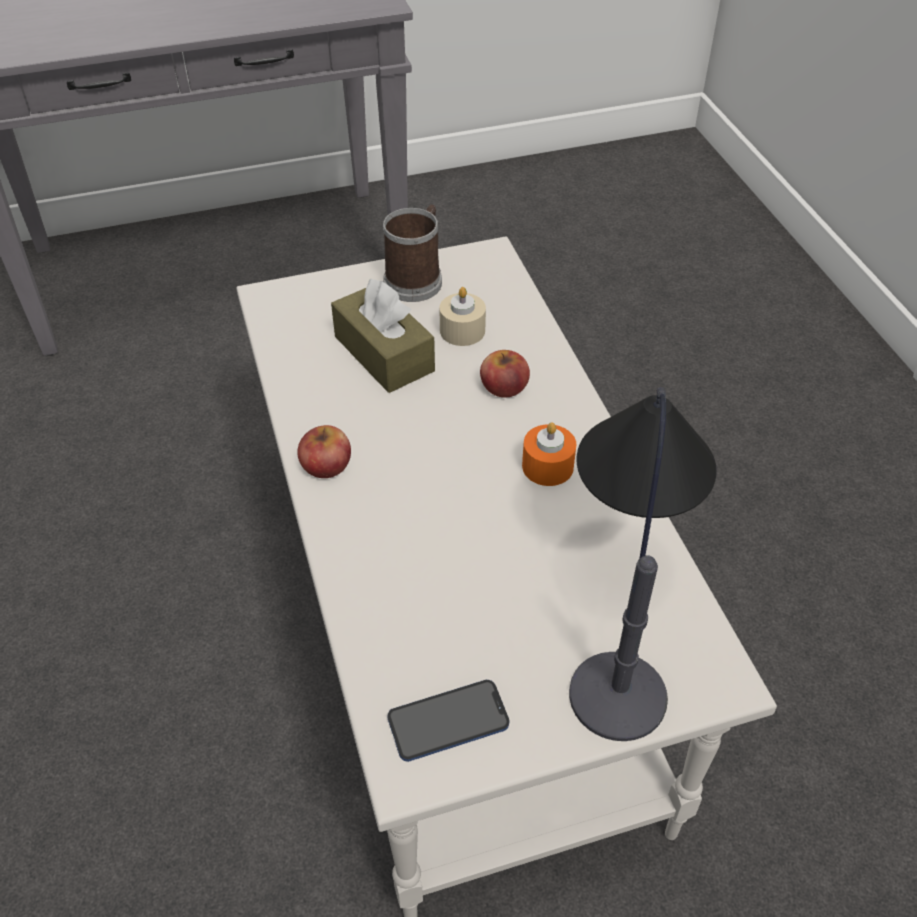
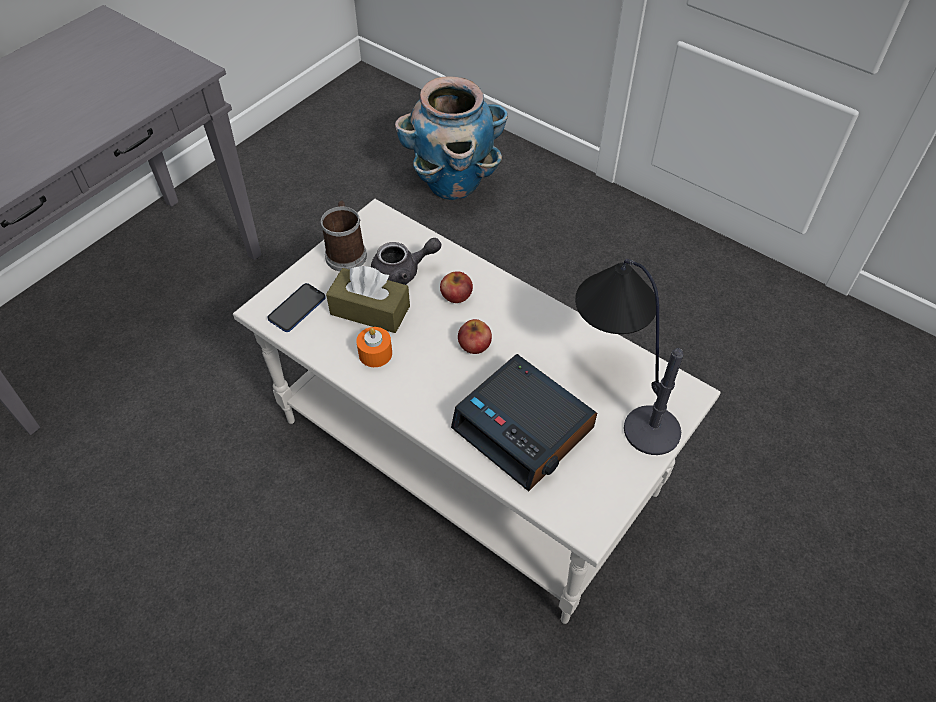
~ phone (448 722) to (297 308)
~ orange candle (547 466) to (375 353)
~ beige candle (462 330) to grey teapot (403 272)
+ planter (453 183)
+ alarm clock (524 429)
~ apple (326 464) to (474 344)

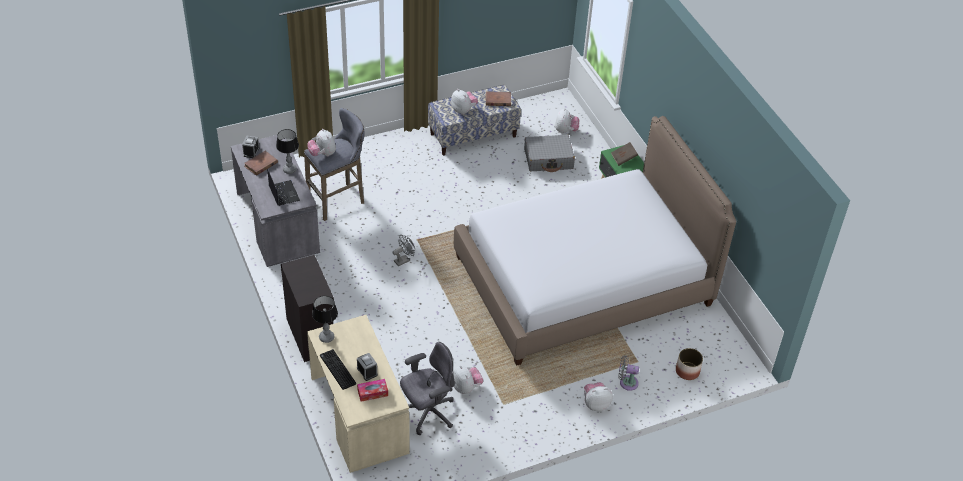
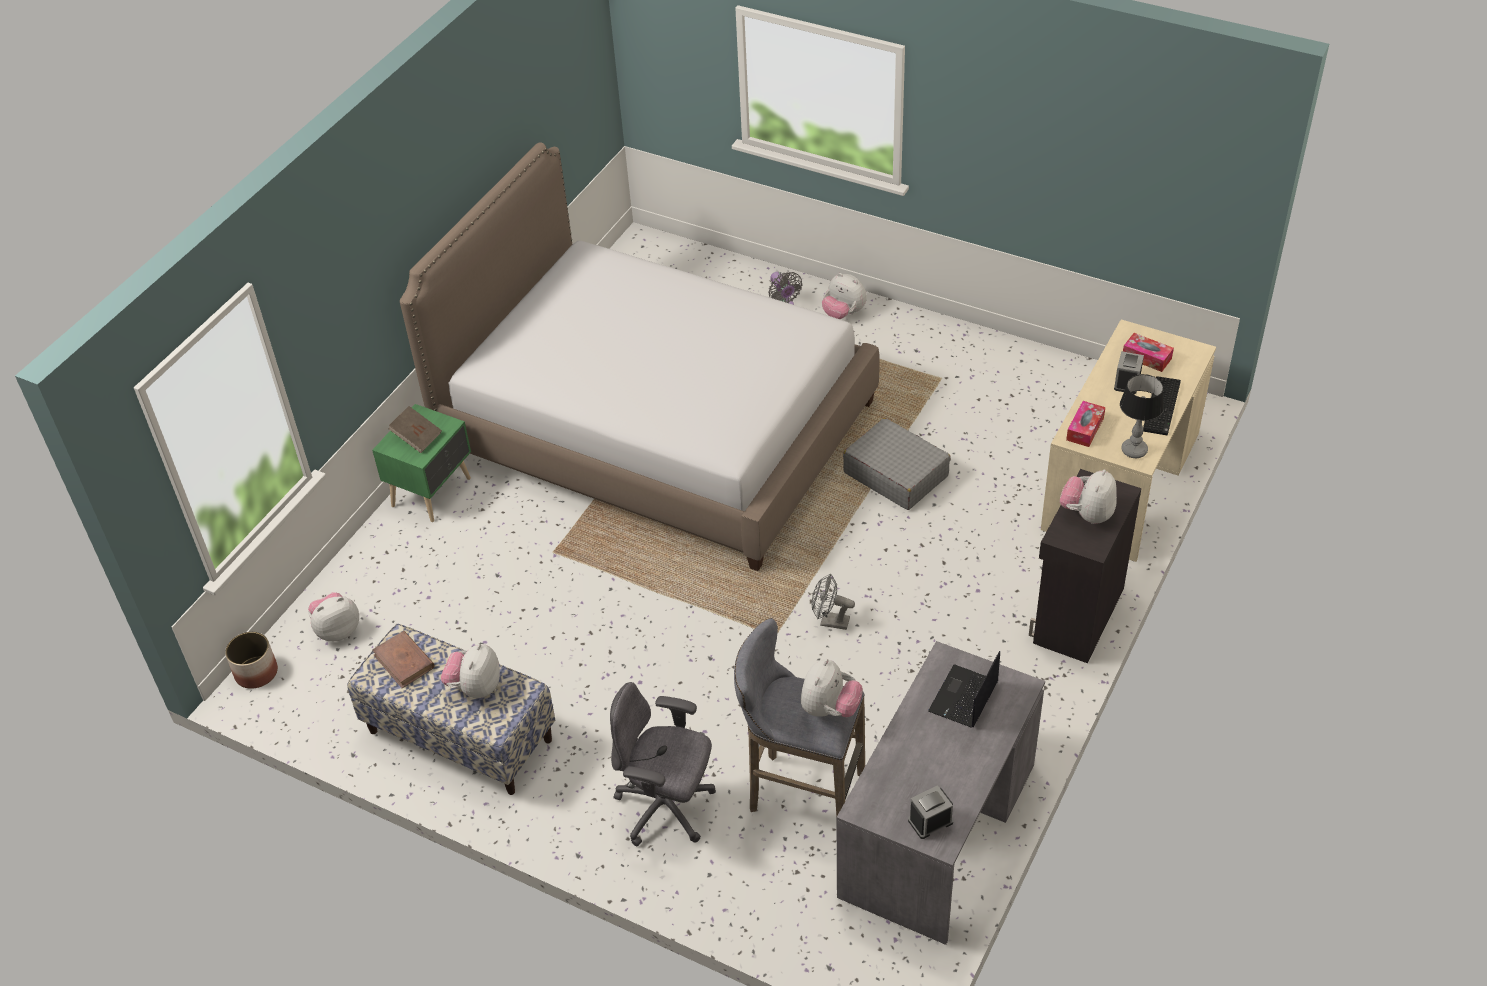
~ planter (687 371) to (256 672)
~ grey office chair (427 413) to (666 808)
~ grey suitcase (548 159) to (895 474)
~ plush toy (466 387) to (1087 514)
+ tissue box (1085 429)
- brown book (261 164)
- table lamp (289 169)

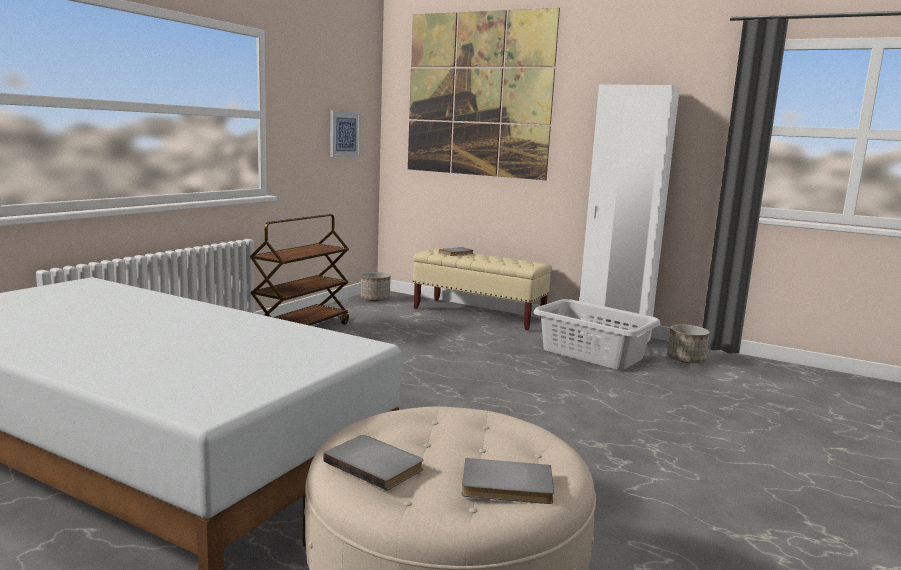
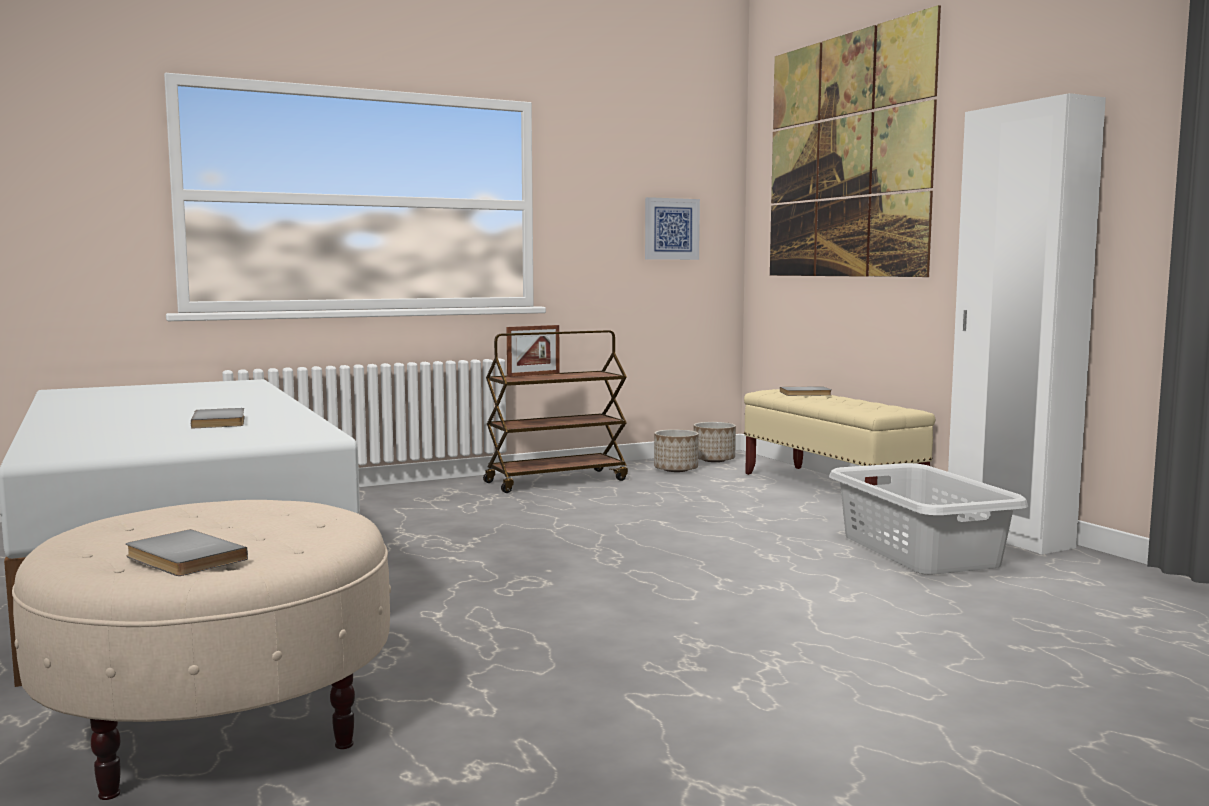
~ grey book (376 464) to (221 421)
+ picture frame (533 375)
~ planter (686 359) to (676 469)

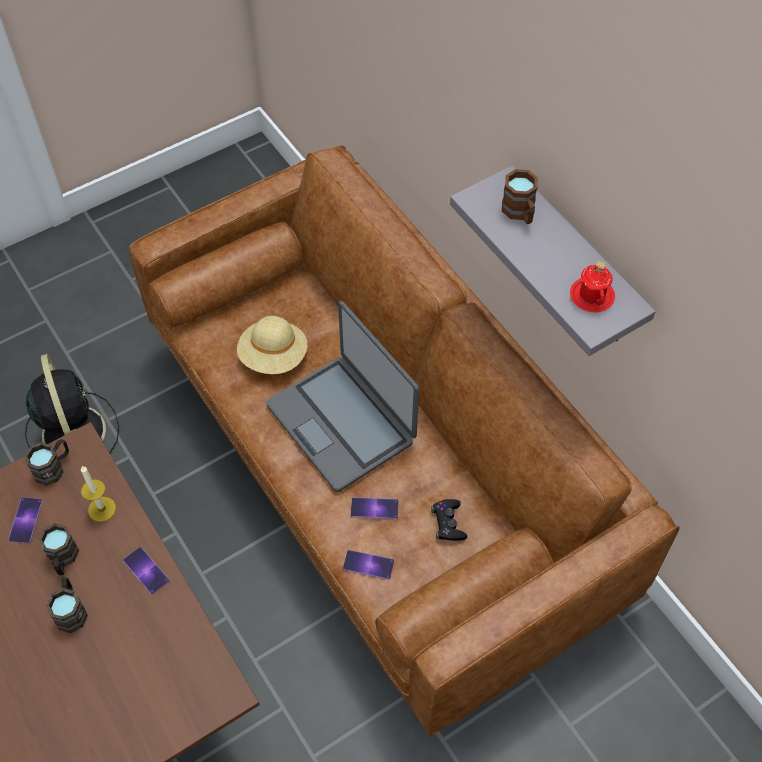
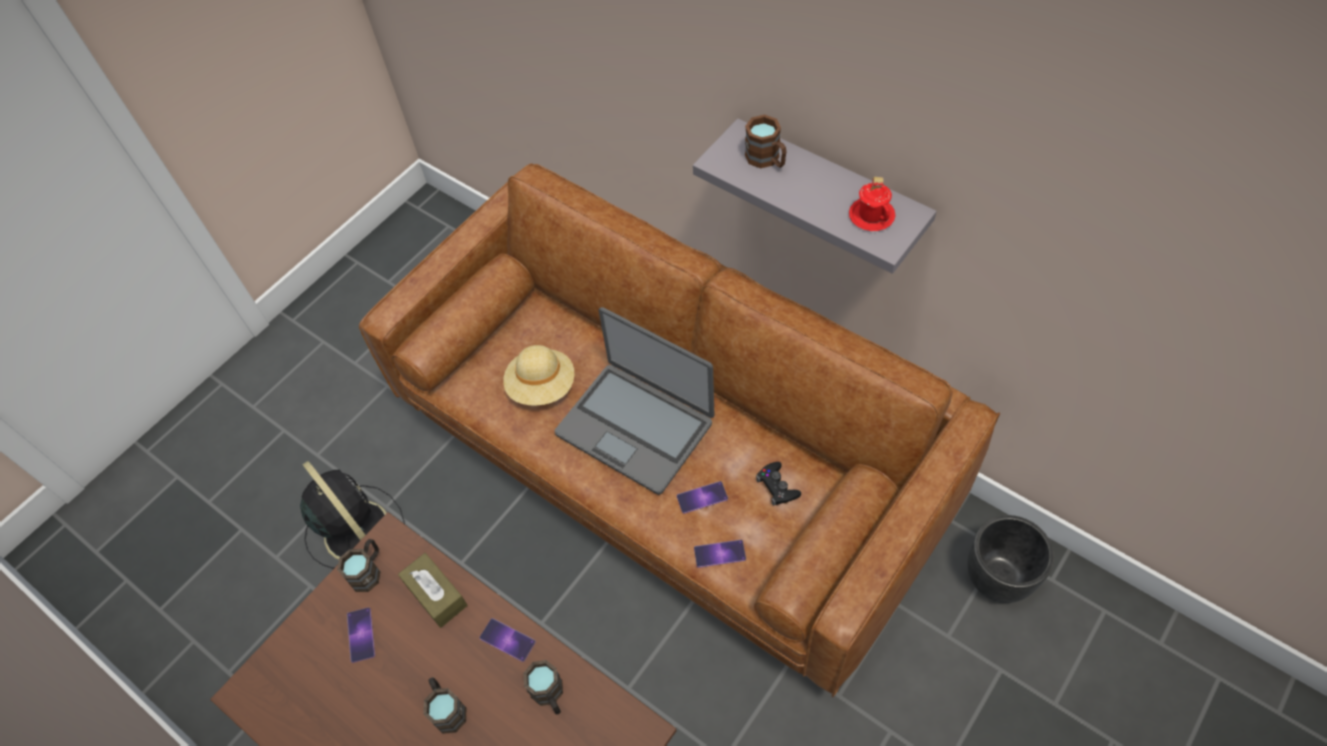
~ candle (102 509) to brown tissue box (436 595)
~ brown mug (63 559) to (549 695)
+ black planter (996 577)

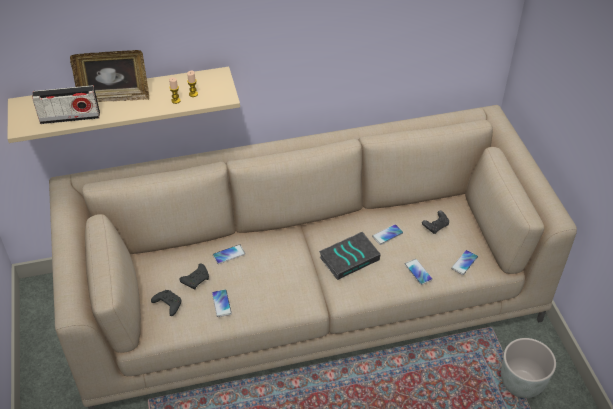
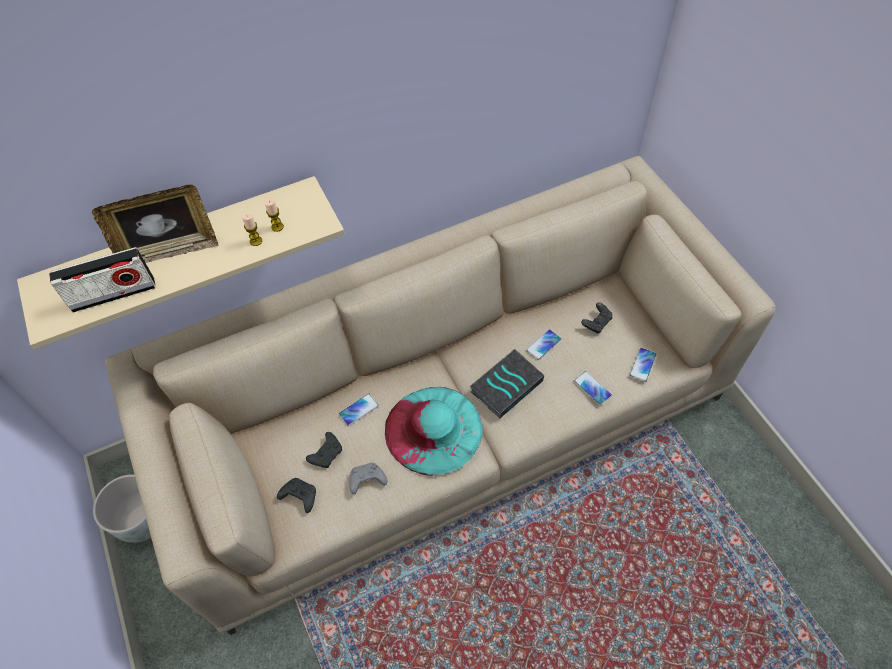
~ grey planter (521 384) to (143 522)
~ phone (221 303) to grey game controller (366 480)
+ turquoise hat (433 429)

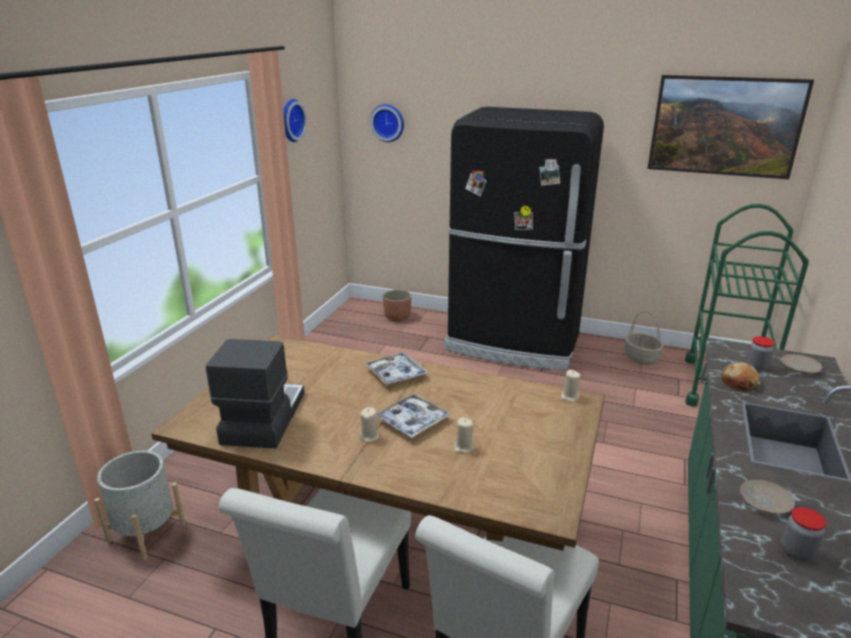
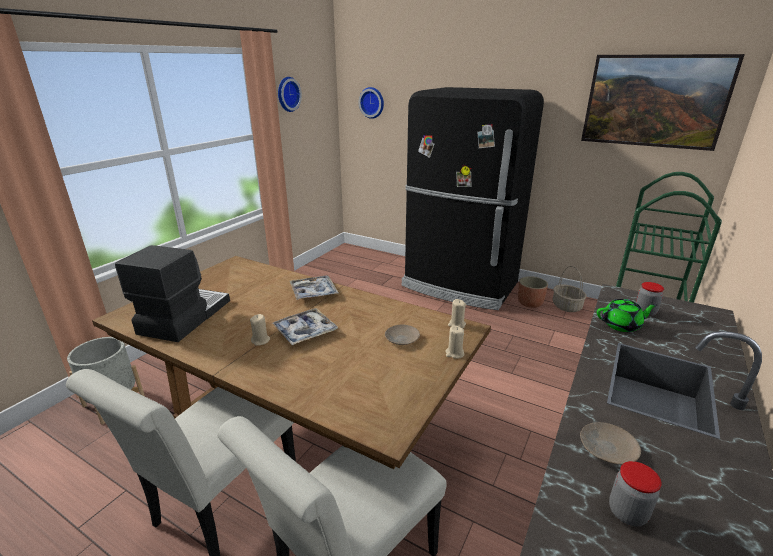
~ beige plate (800 368) to (402 339)
~ beige candle (463 447) to (454 353)
~ planter (397 317) to (530 303)
~ bread (739 383) to green teapot (621 325)

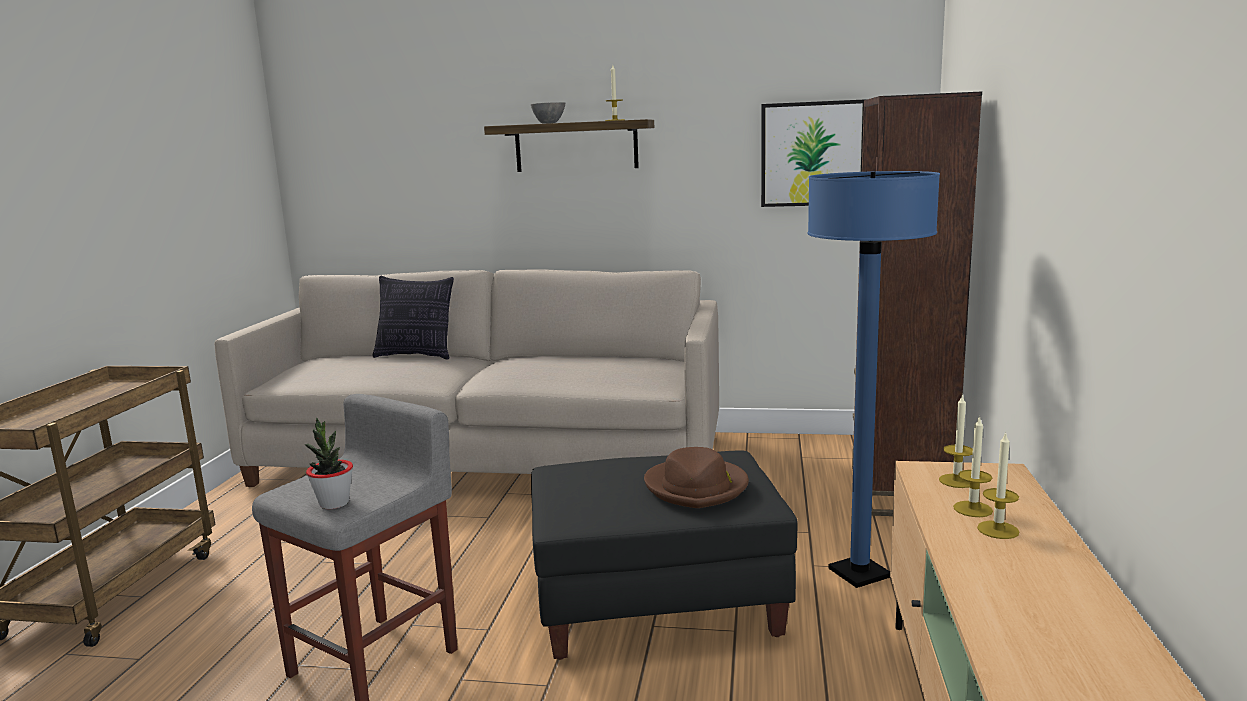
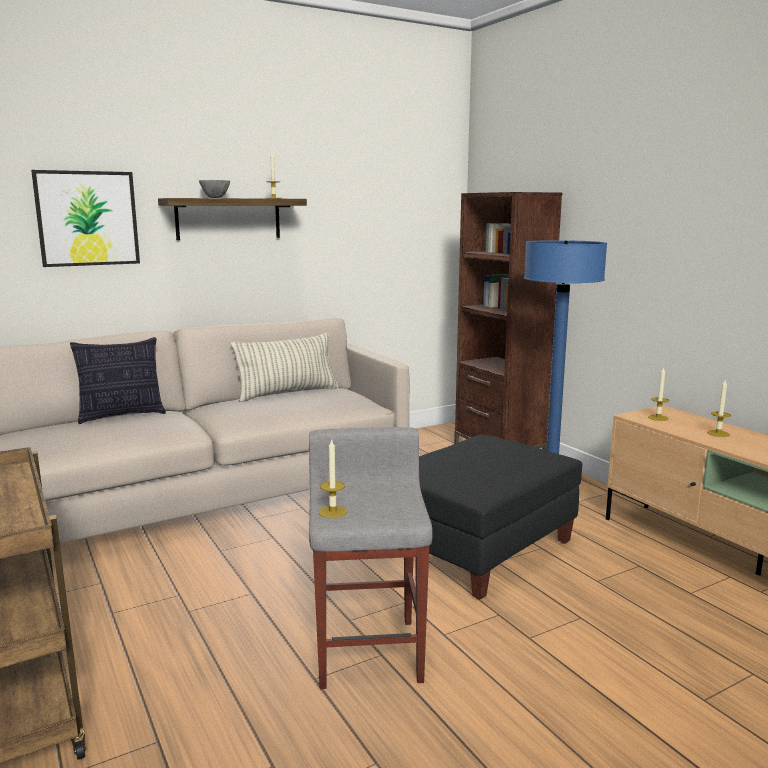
~ picture (812 154) to (87 218)
+ pillow (287 393)
~ candle (972 509) to (332 512)
- potted plant (334 503)
- brown hat (697 487)

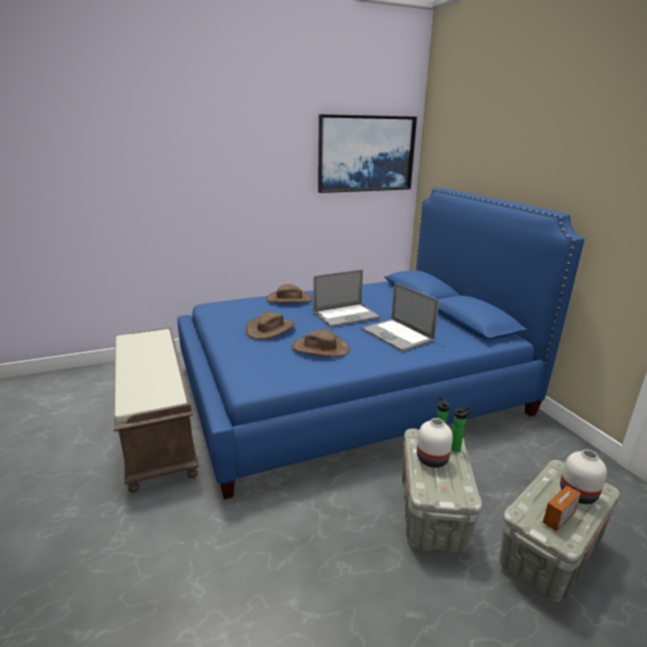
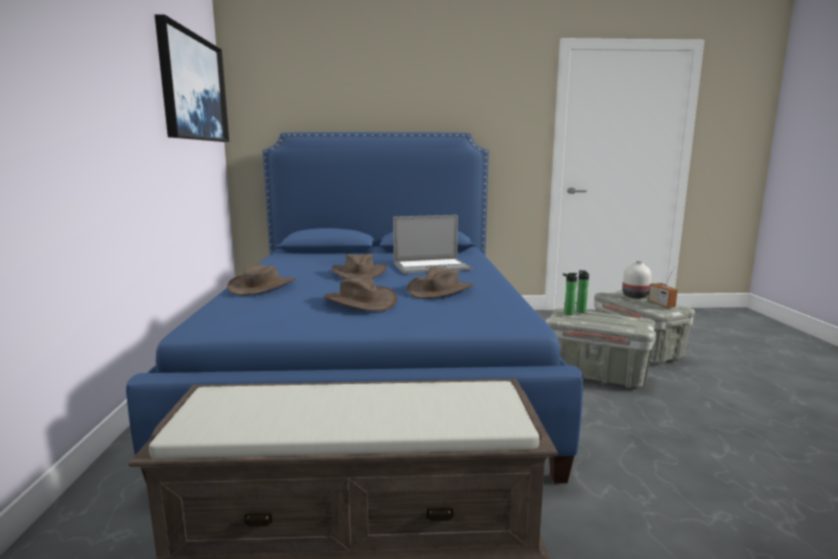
~ laptop (346 315) to brown hat (359 273)
- white vase (432 460)

